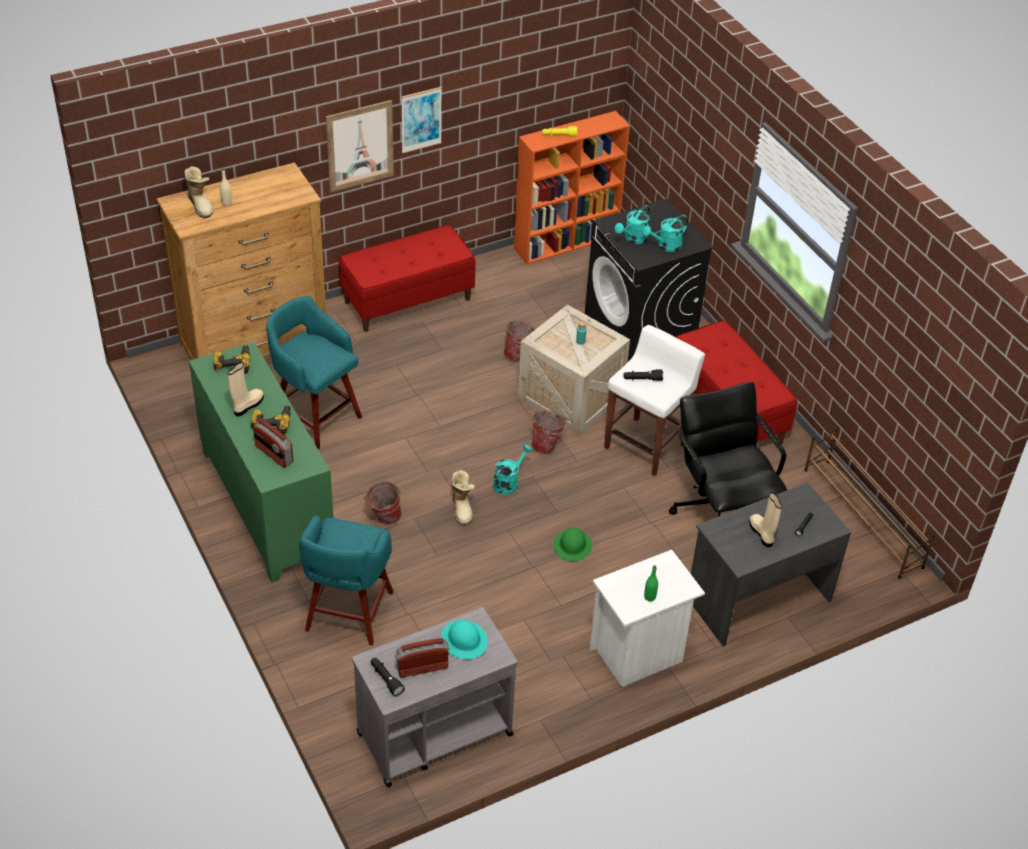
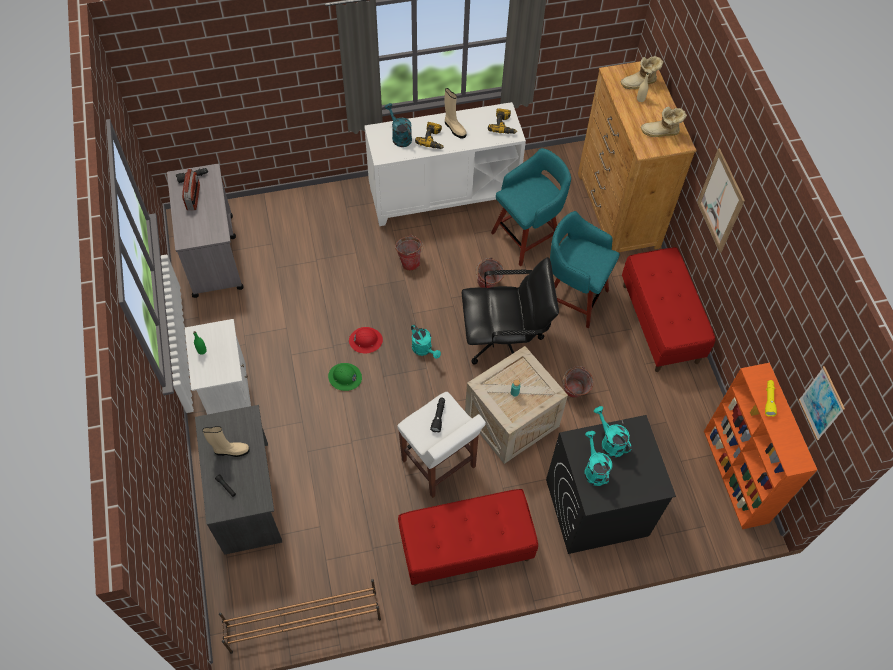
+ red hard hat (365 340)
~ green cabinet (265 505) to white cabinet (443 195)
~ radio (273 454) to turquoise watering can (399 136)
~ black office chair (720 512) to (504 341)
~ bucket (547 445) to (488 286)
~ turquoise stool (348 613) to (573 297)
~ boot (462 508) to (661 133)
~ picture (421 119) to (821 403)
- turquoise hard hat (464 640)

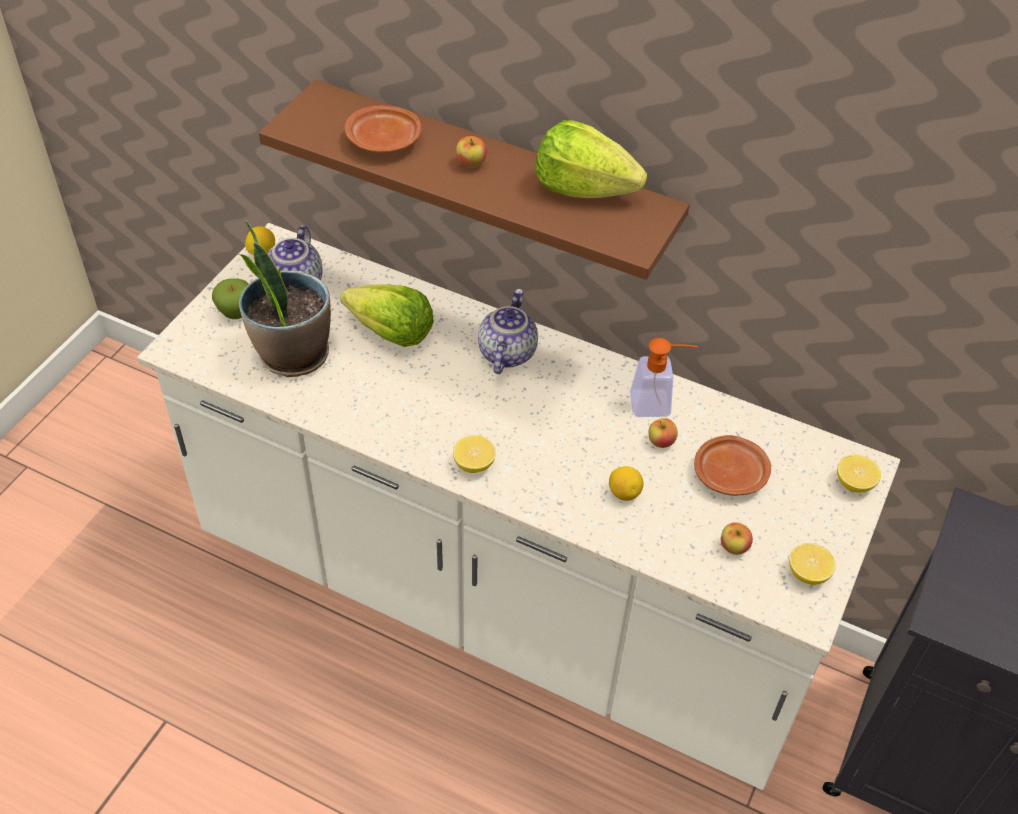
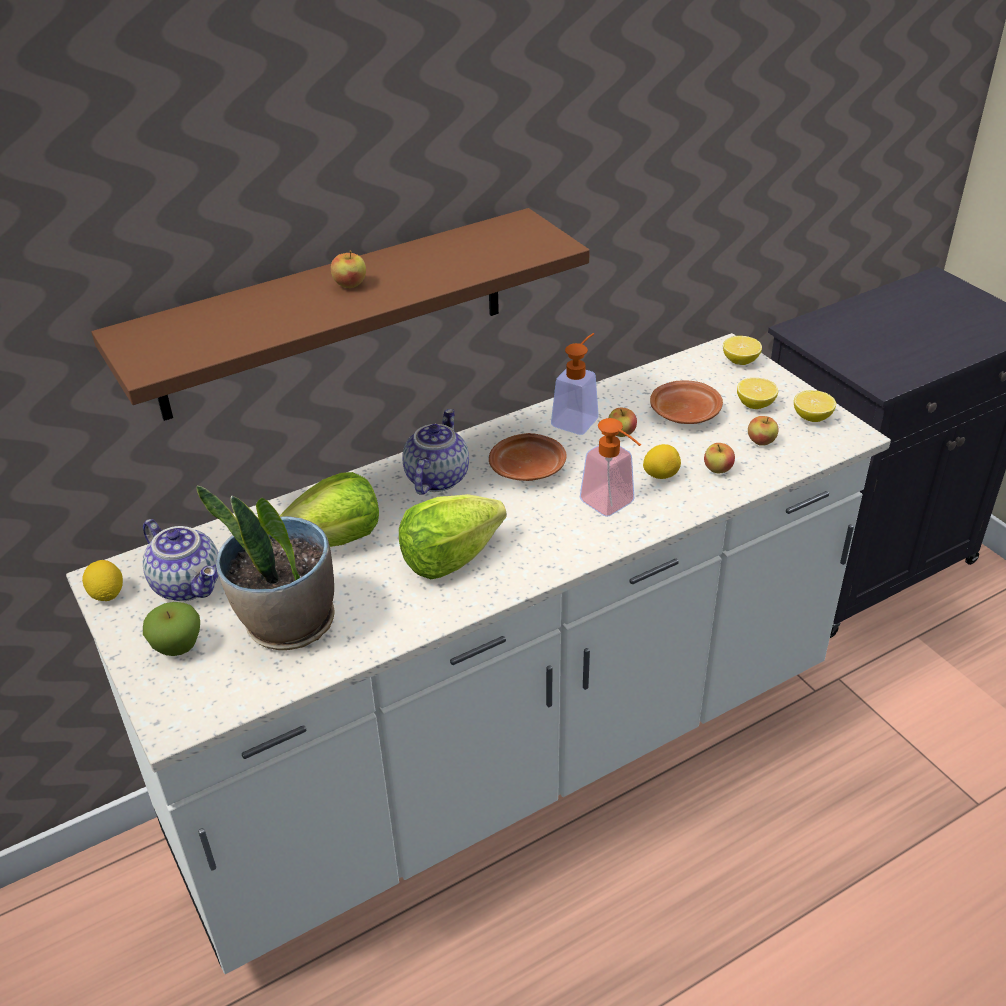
~ lettuce (583 188) to (449 557)
~ teapot (506 352) = (435 478) 60 degrees clockwise
~ brown plate (385 141) to (528 468)
+ soap dispenser (613 506)
+ apple (718 470)
~ lemon (474 464) to (755 404)

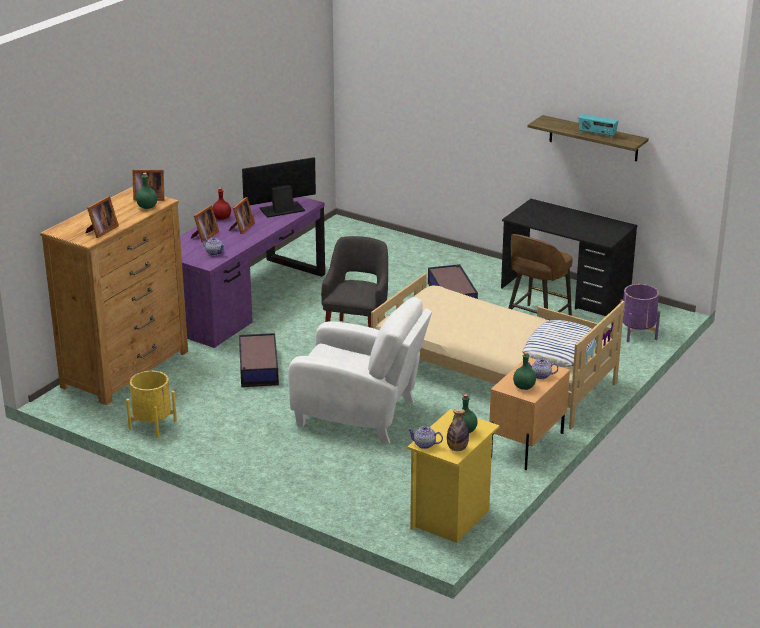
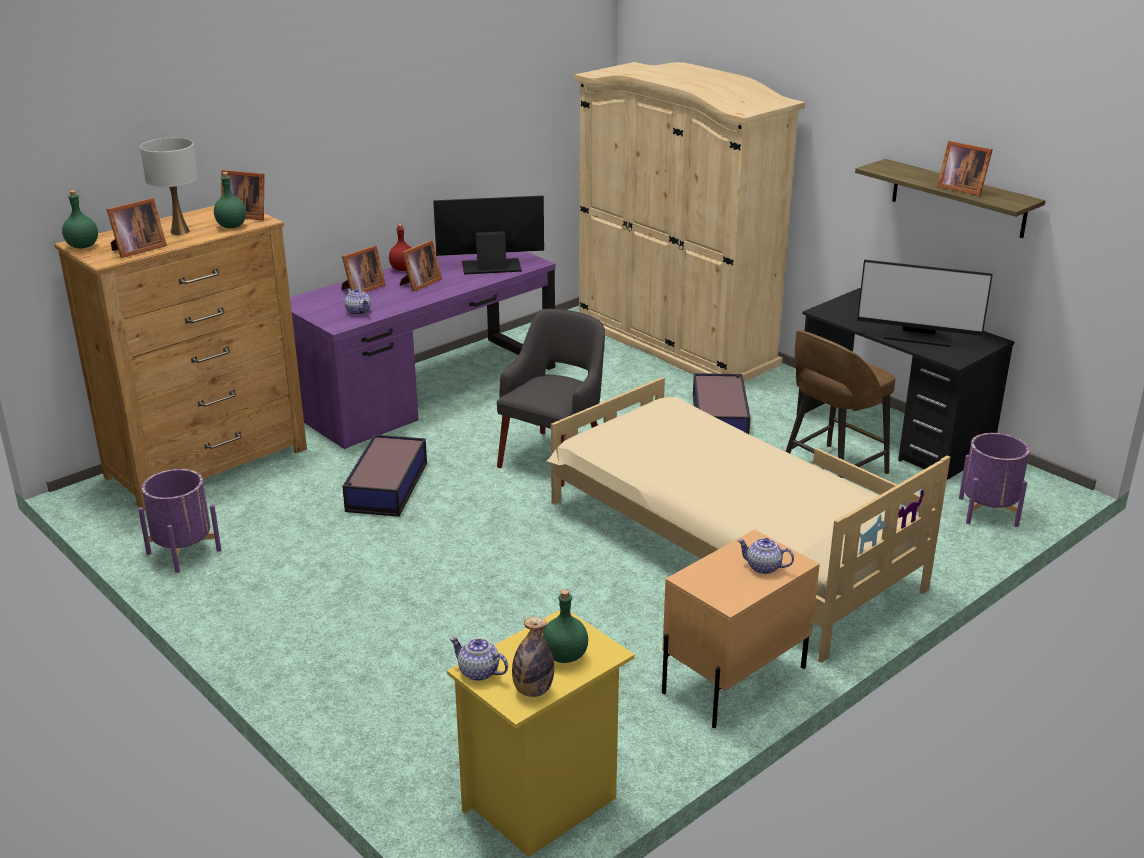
~ green bottle (524 387) to (83 246)
~ yellow planter (153 425) to purple planter (184 551)
+ white table lamp (180 232)
+ beige wardrobe (674 342)
+ monitor (918 336)
~ radio (597 134) to picture frame (960 188)
- white armchair (360 415)
- pillow (560 350)

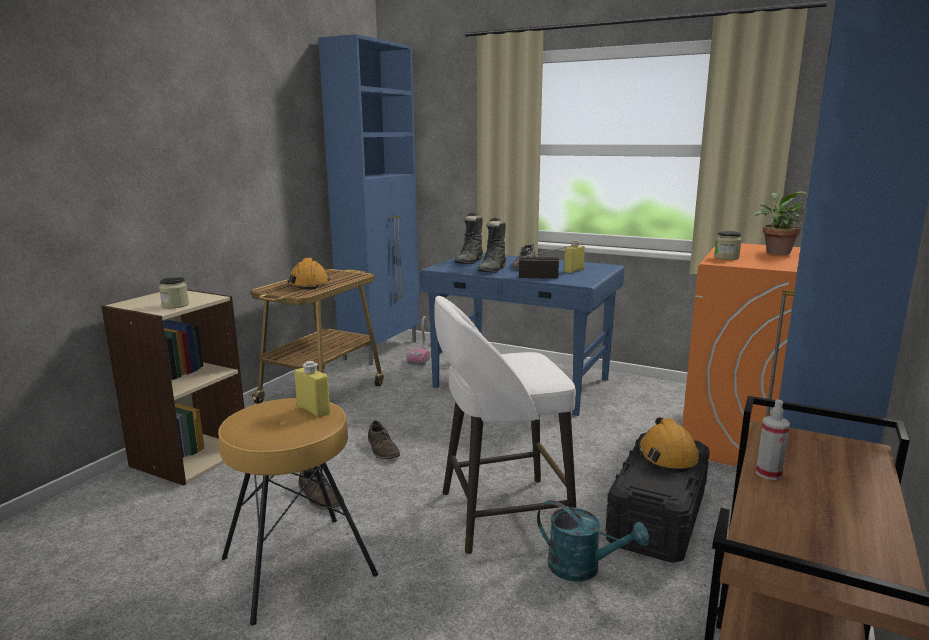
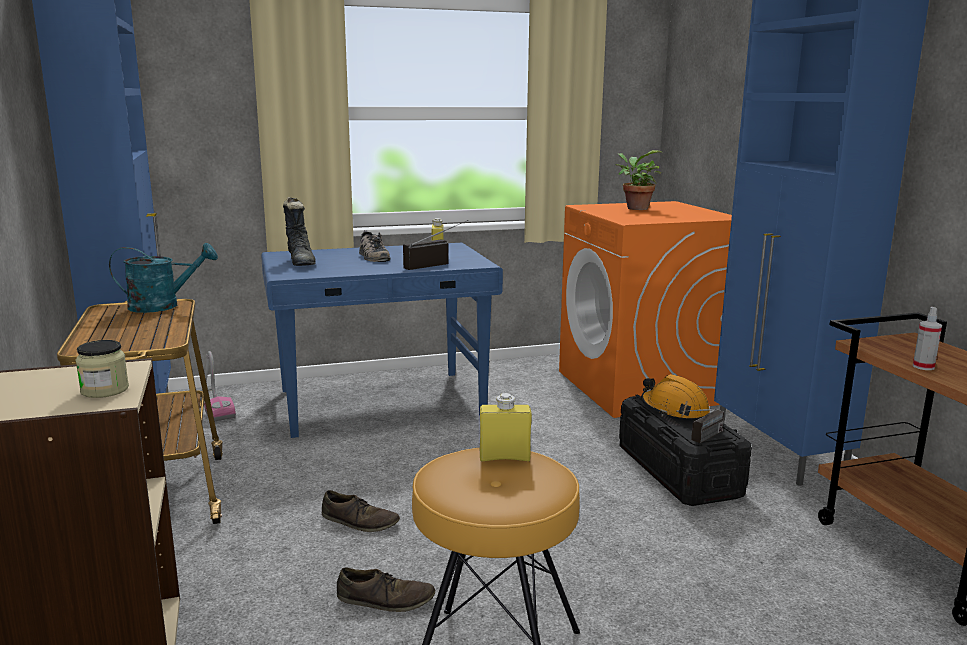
~ turquoise watering can (583 568) to (163 306)
+ radio (702 439)
- orange hard hat (309 284)
- white stool (501 514)
- black boot (493 270)
- jar (726 257)

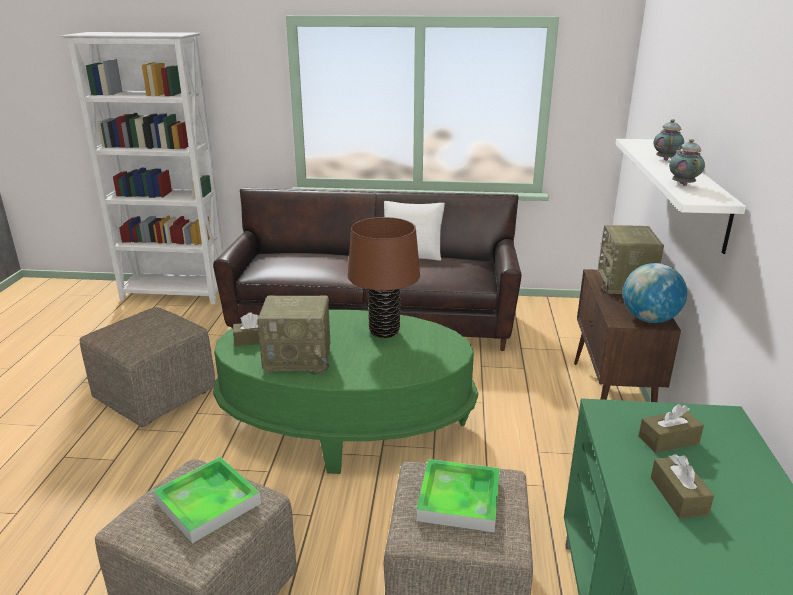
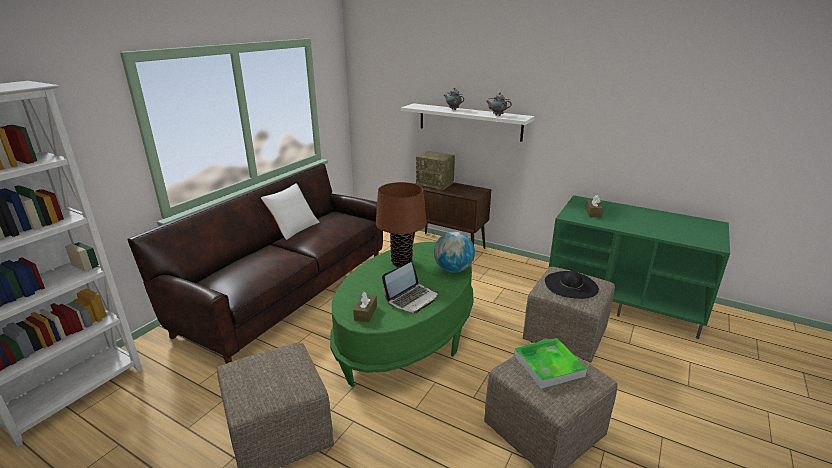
~ radio (299 359) to laptop (412 298)
~ globe (649 319) to (453 269)
~ tray (459 499) to black hat (571 285)
- brown tissue box (678 496)

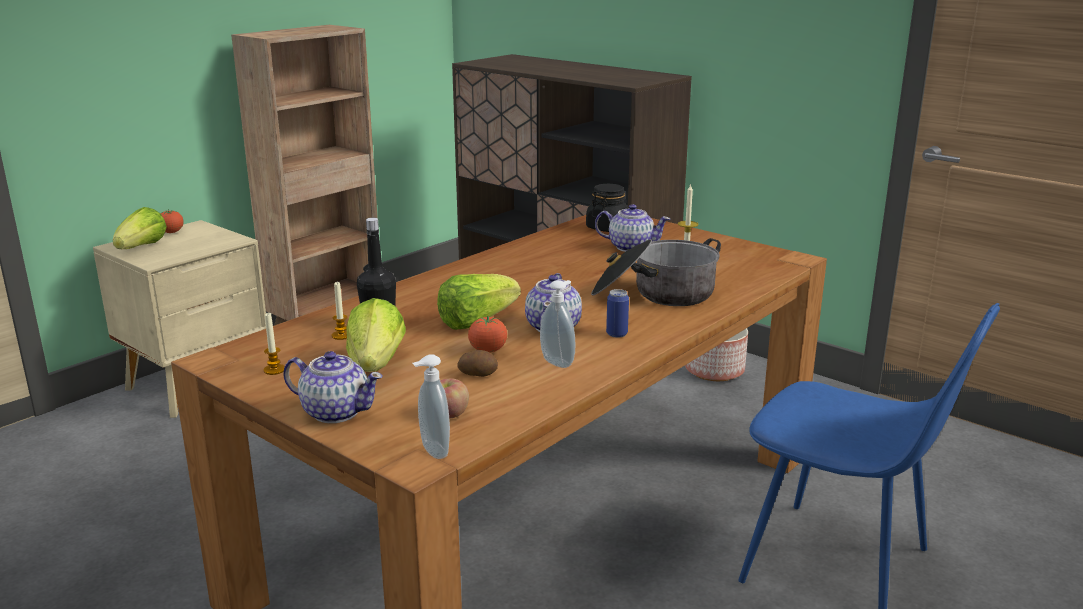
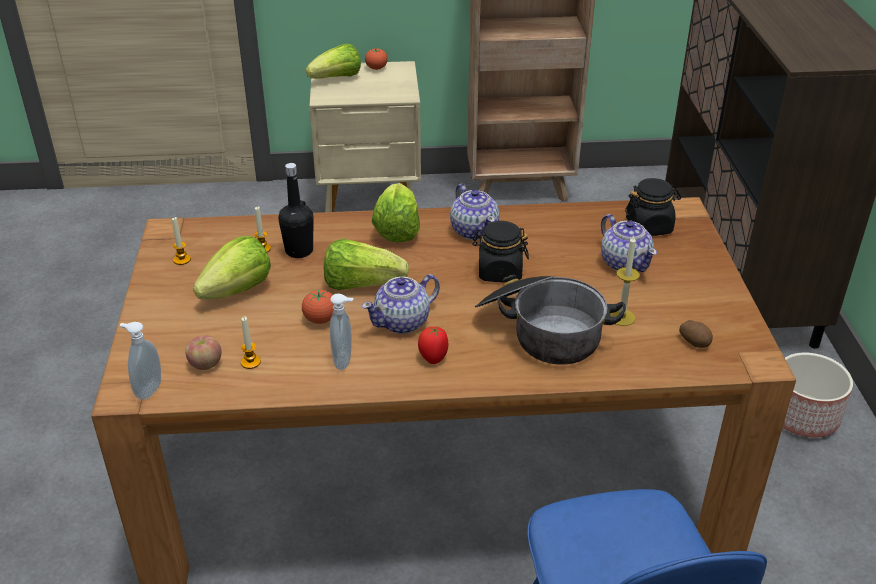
+ candle (250 362)
+ lettuce (397 230)
~ can (616 334) to tomato (433 358)
~ teapot (335 412) to (474 230)
+ black jar (499 272)
~ potato (478 374) to (695 341)

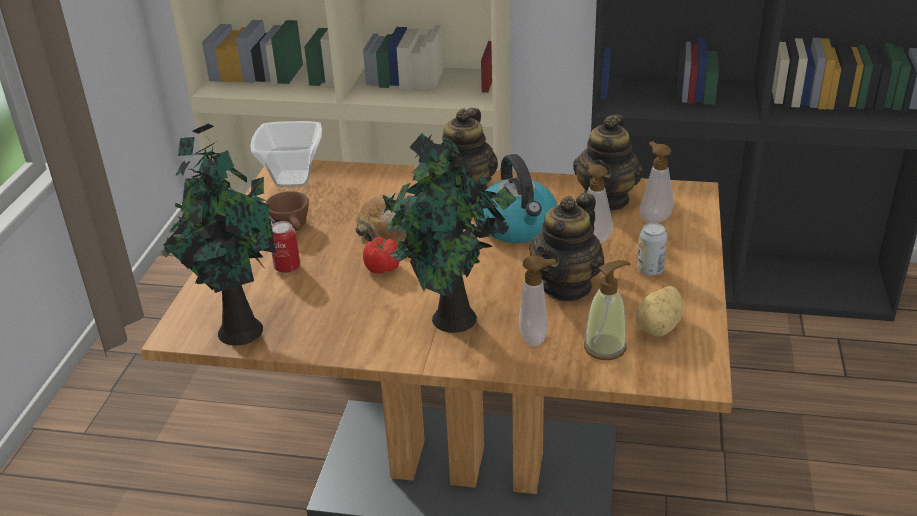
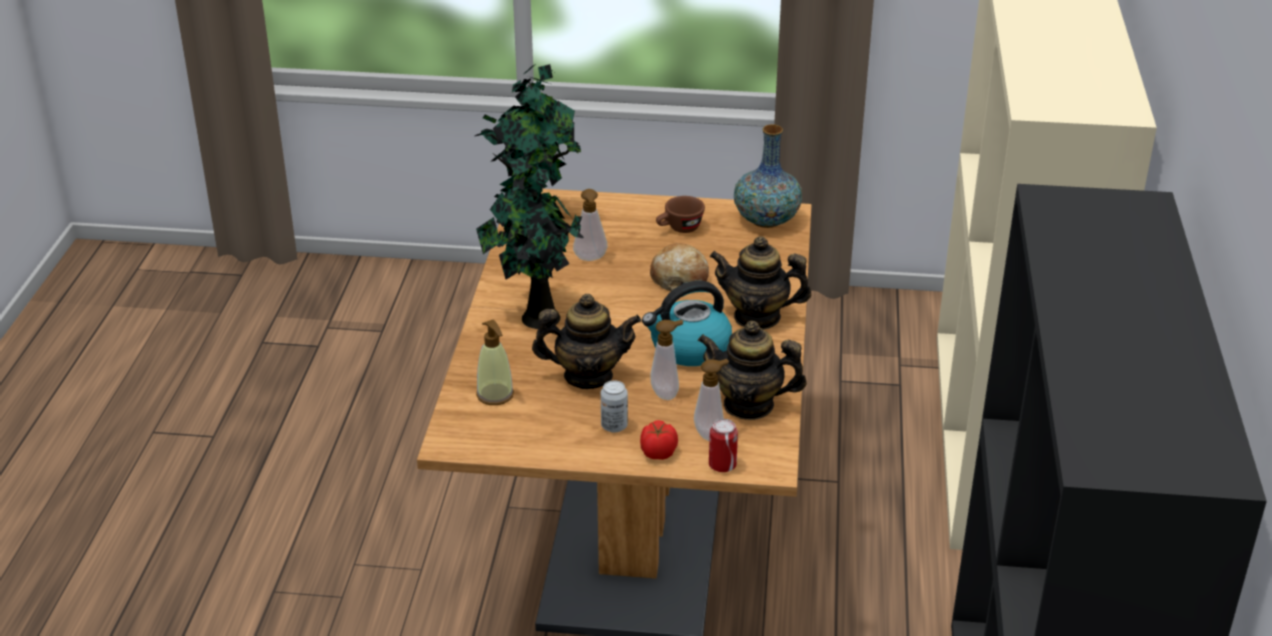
~ teapot (566 286) = (587 376) 150 degrees clockwise
~ soap dispenser (536 338) to (590 259)
~ tomato (383 268) to (657 453)
~ can (287 267) to (722 465)
~ bowl (293 180) to vase (766 220)
- potato (660 327)

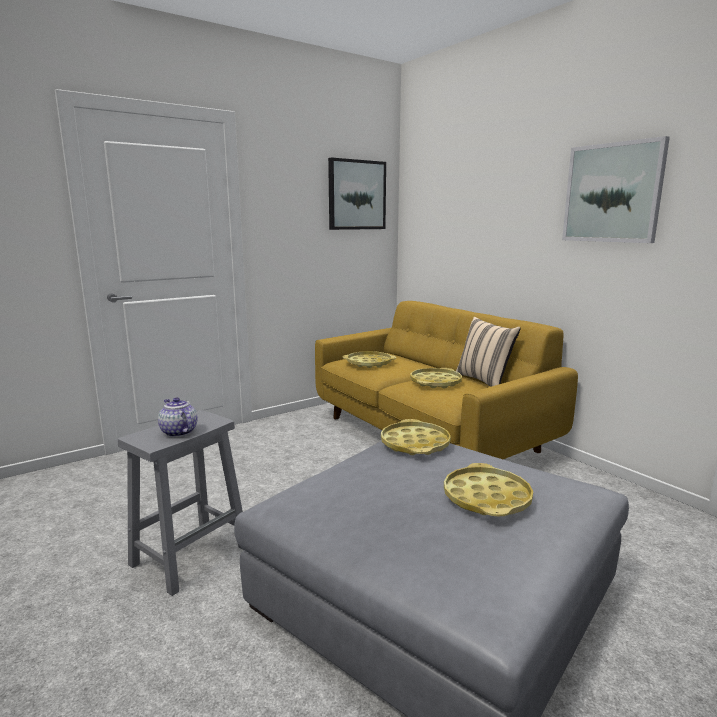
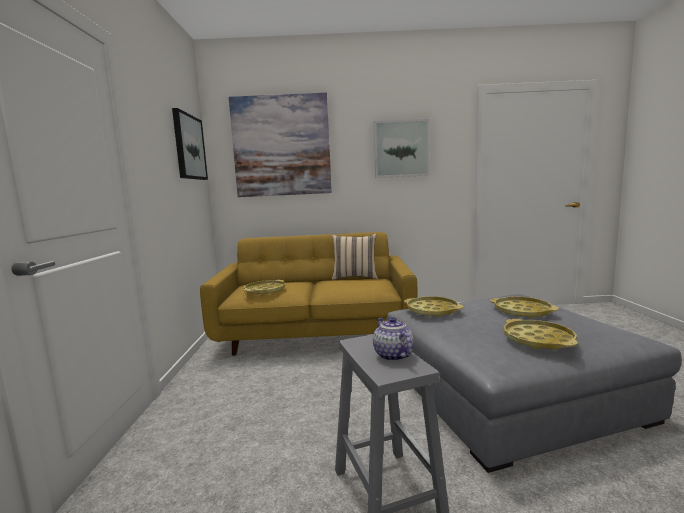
+ picture (281 146)
~ teapot (178 432) = (392 355) 75 degrees clockwise
~ yellow tray (435 382) to (538 340)

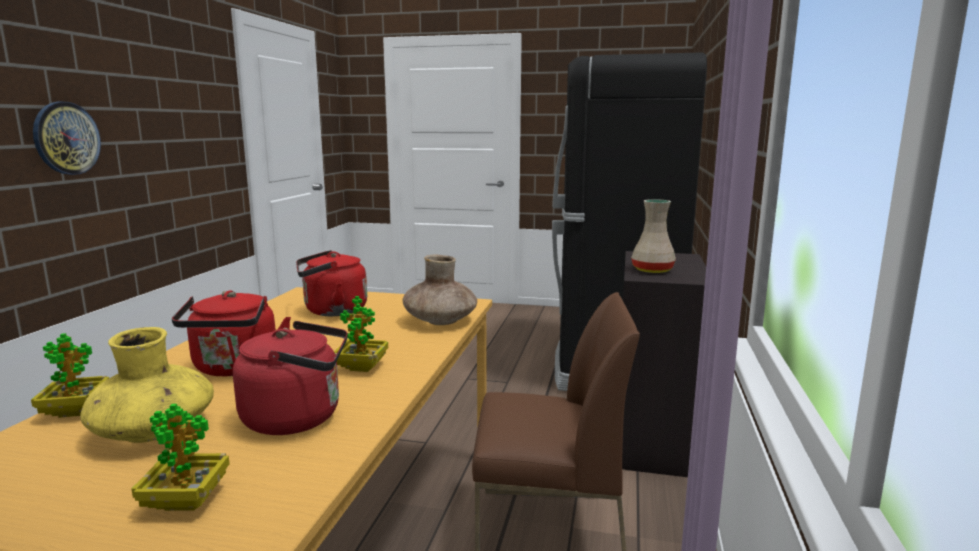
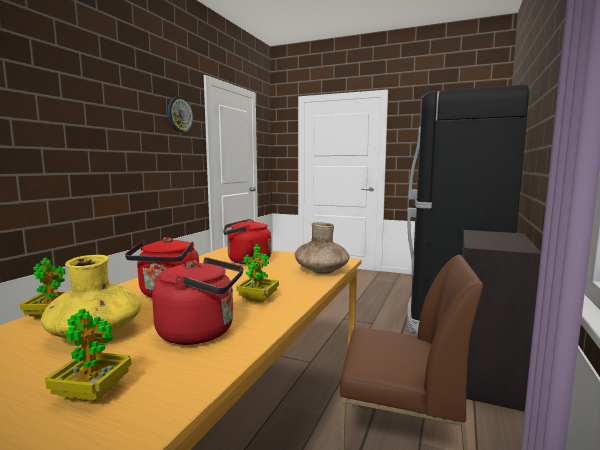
~ wall clock (66 138) to (179 114)
- beige vase (651 270)

